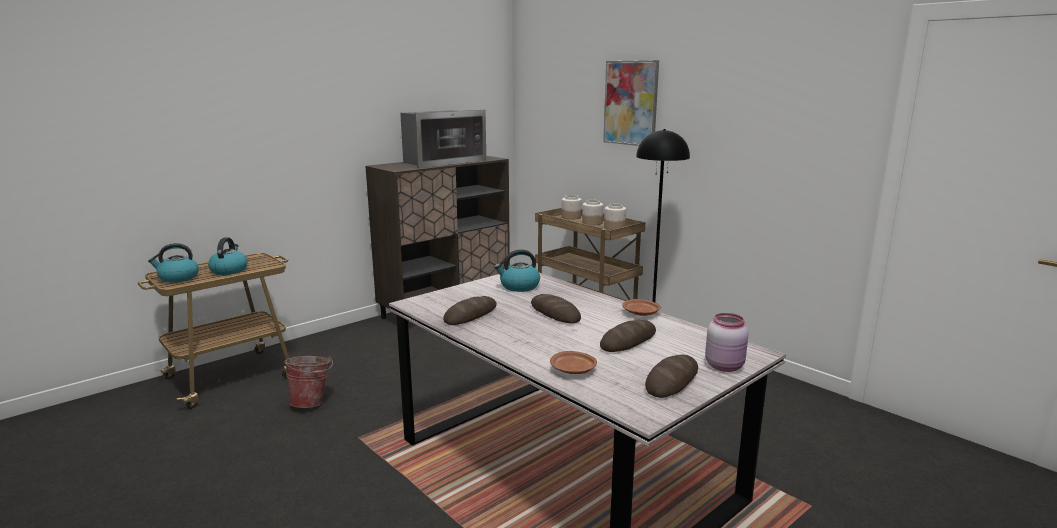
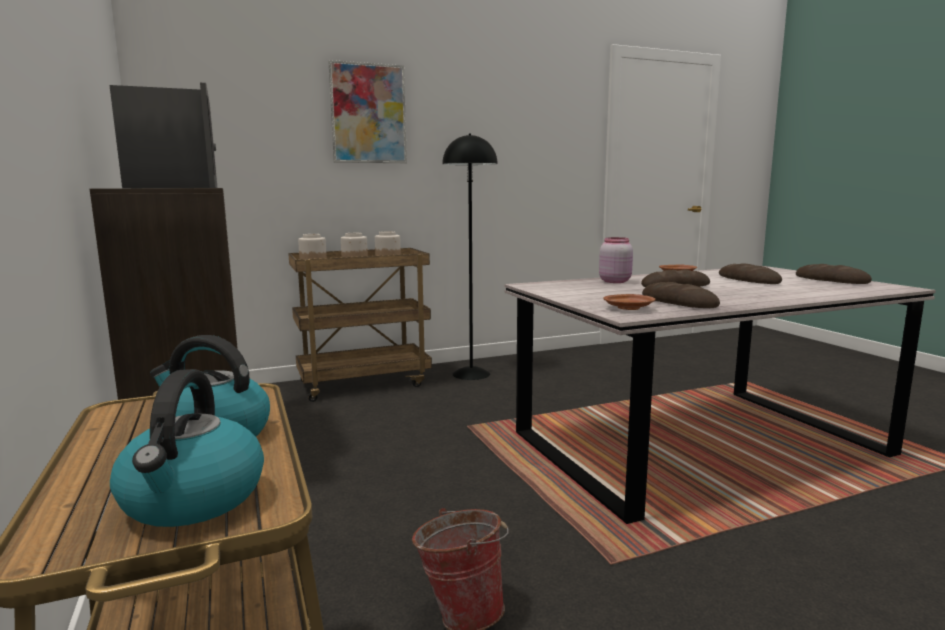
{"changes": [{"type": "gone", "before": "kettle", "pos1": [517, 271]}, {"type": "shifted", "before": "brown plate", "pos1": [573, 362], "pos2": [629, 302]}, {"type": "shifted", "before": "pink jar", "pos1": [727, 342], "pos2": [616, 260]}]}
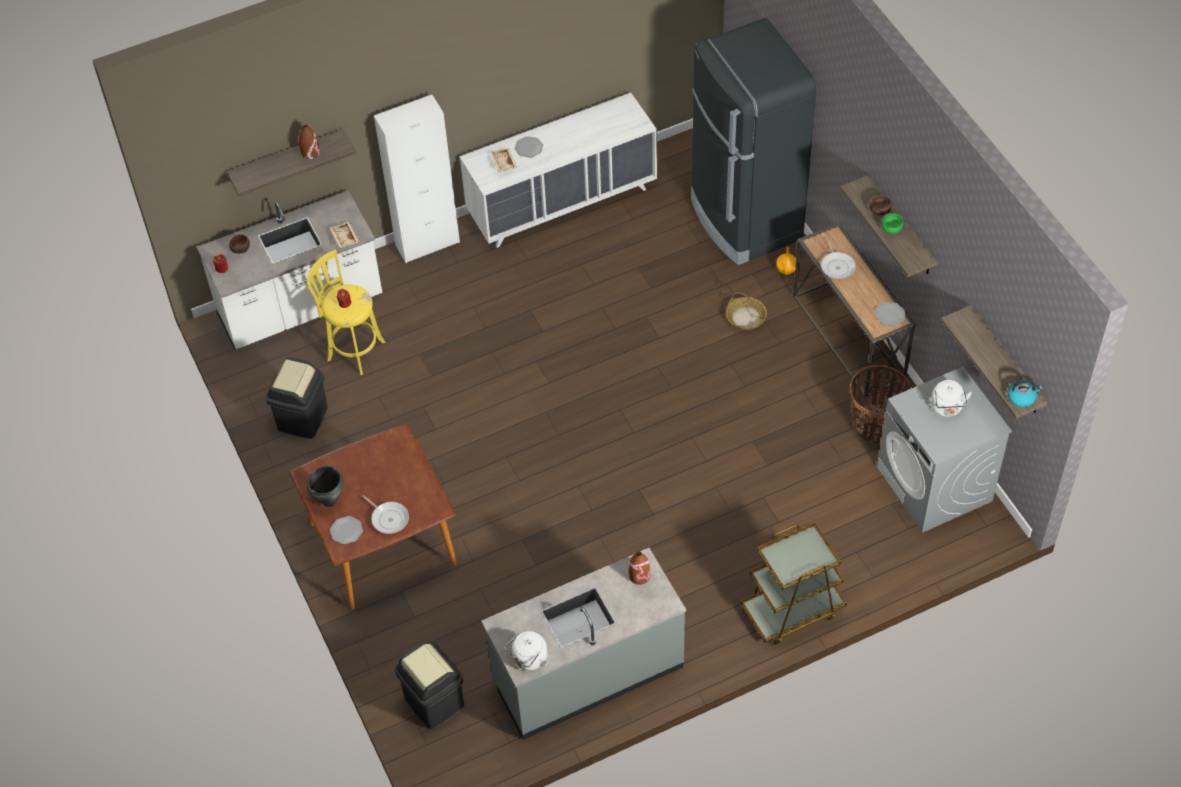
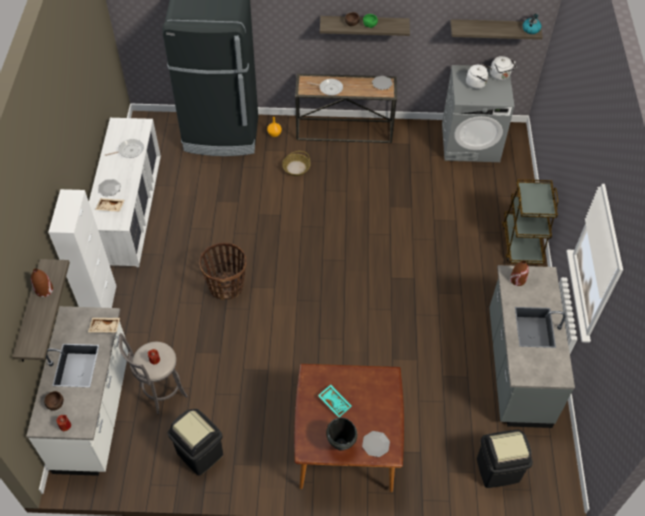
{"changes": [{"type": "repainted", "before": "yellow stool", "after": "grey stool", "pos1": [346, 312], "pos2": [153, 374]}, {"type": "shifted", "before": "frying pan", "pos1": [385, 514], "pos2": [124, 148]}, {"type": "shifted", "before": "white kettle", "pos1": [526, 650], "pos2": [503, 68]}, {"type": "shifted", "before": "basket", "pos1": [880, 404], "pos2": [223, 271]}, {"type": "new", "after": "turquoise tray", "pos2": [335, 401]}]}
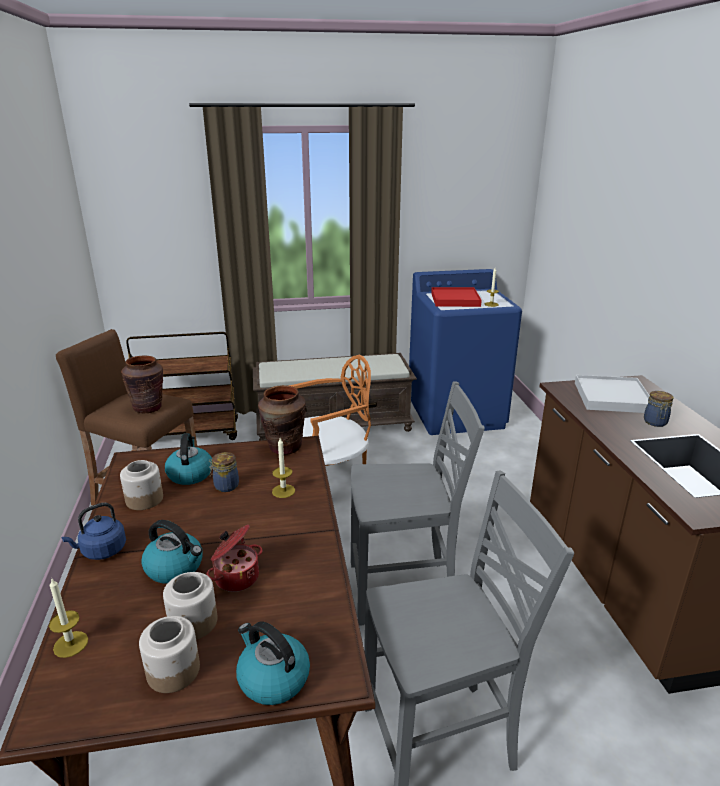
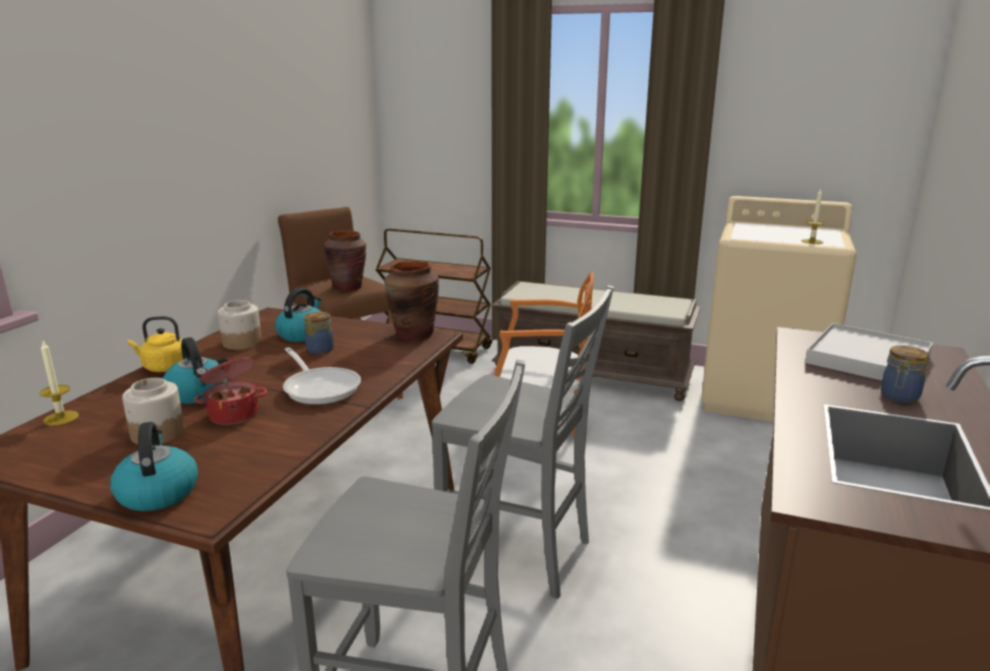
{"changes": [{"type": "repainted", "before": "blue kettle", "after": "yellow kettle", "pos1": [94, 531], "pos2": [155, 344]}, {"type": "gone", "before": "jar", "pos1": [169, 654]}, {"type": "gone", "before": "candle", "pos1": [283, 468]}, {"type": "repainted", "before": "blue washing machine", "after": "beige washing machine", "pos1": [465, 352], "pos2": [779, 309]}, {"type": "gone", "before": "red tray", "pos1": [456, 297]}, {"type": "new", "after": "frying pan", "pos2": [322, 376]}]}
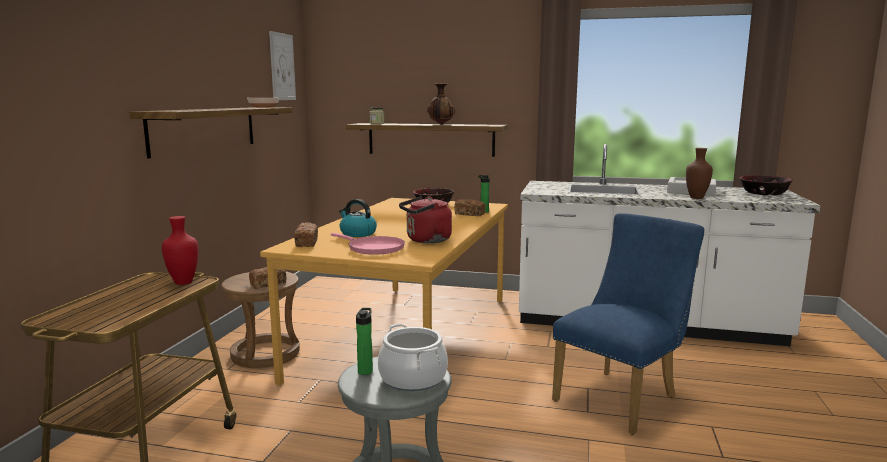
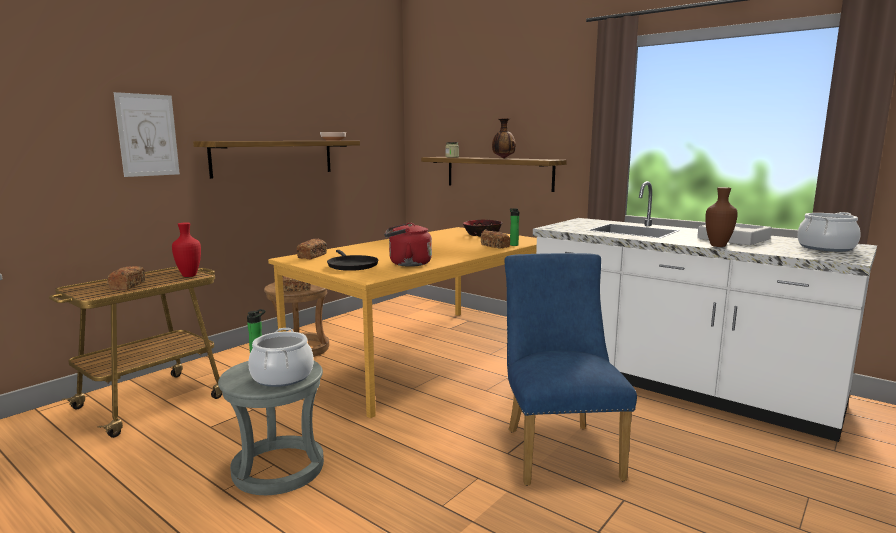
{"changes": [{"type": "shifted", "before": "picture", "pos1": [282, 65], "pos2": [147, 134]}, {"type": "repainted", "before": "pink frying pan", "after": "black frying pan", "pos1": [368, 244], "pos2": [352, 260]}, {"type": "gone", "before": "kettle", "pos1": [358, 218]}, {"type": "rotated", "before": "blue chair", "pos1": [628, 324], "pos2": [571, 369], "turn": -75}, {"type": "swapped", "before": "bowl", "after": "cooking pot", "pos1": [766, 185], "pos2": [829, 232]}, {"type": "new", "after": "bread", "pos2": [126, 278]}]}
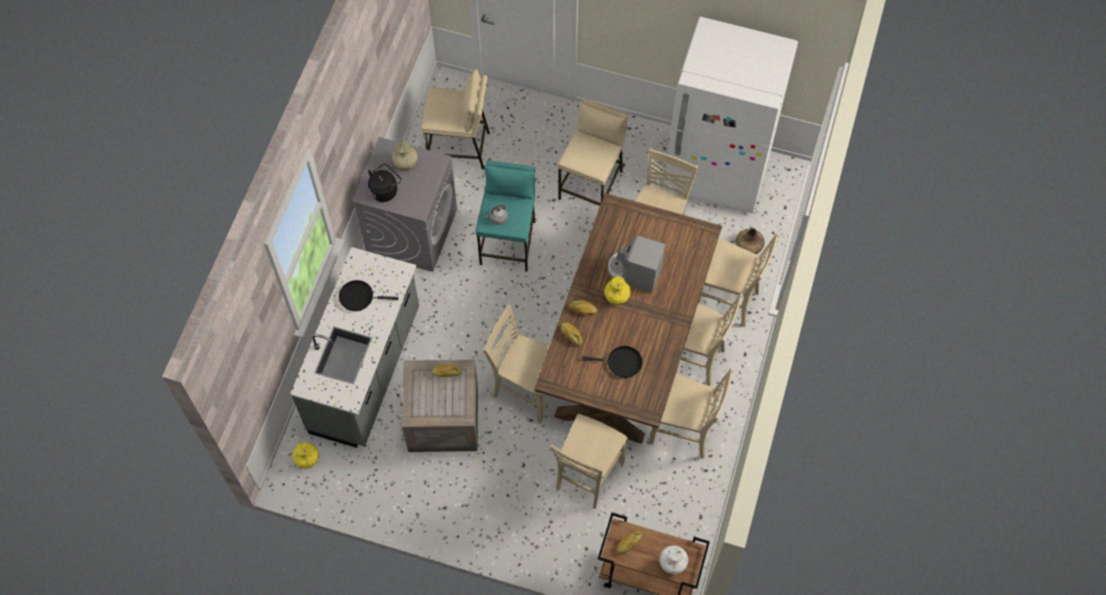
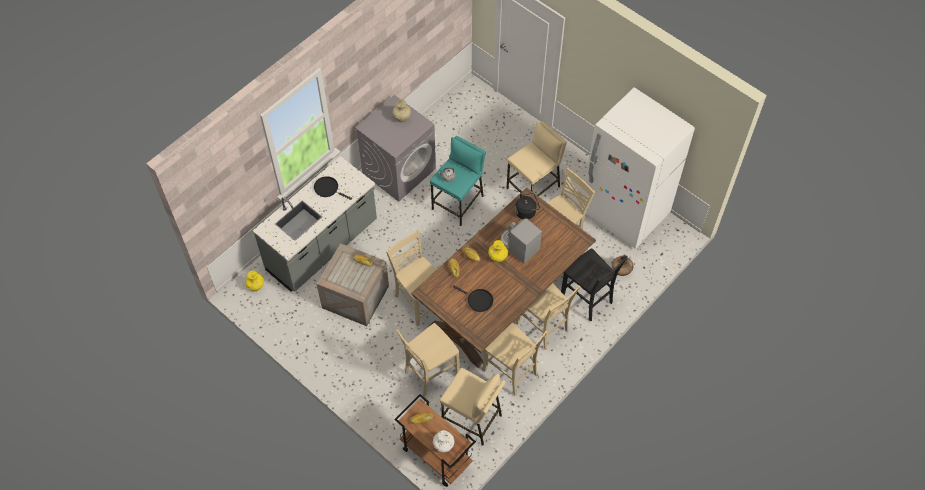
{"changes": [{"type": "shifted", "before": "black kettle", "pos1": [385, 183], "pos2": [527, 206]}, {"type": "shifted", "before": "beige stool", "pos1": [455, 119], "pos2": [473, 406]}, {"type": "repainted", "before": "beige chair", "after": "black chair", "pos1": [738, 280], "pos2": [594, 285]}]}
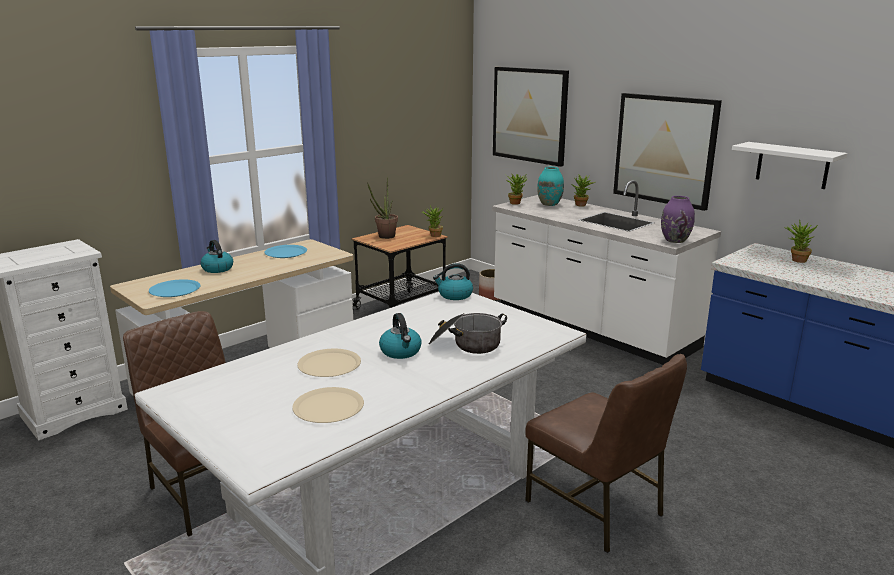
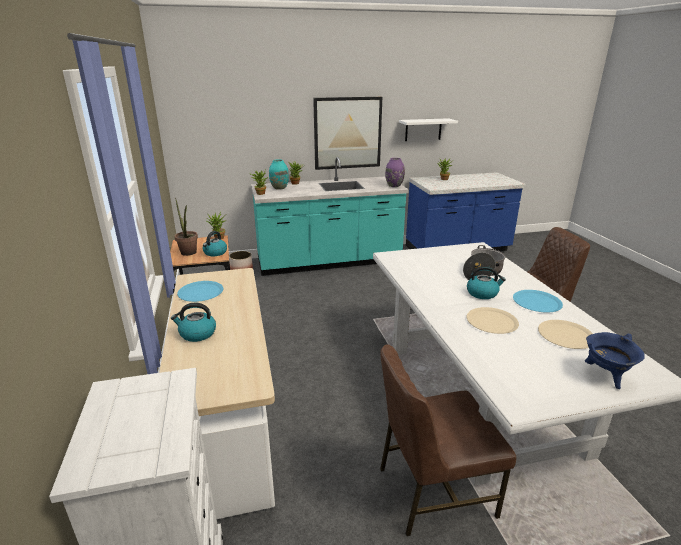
{"changes": [{"type": "shifted", "before": "blue plate", "pos1": [174, 288], "pos2": [538, 301]}, {"type": "shifted", "before": "kettle", "pos1": [453, 281], "pos2": [215, 243]}, {"type": "repainted", "before": "white counter", "after": "turquoise counter", "pos1": [606, 272], "pos2": [330, 216]}, {"type": "gone", "before": "picture", "pos1": [531, 117]}, {"type": "new", "after": "blue cooking pot", "pos2": [615, 360]}]}
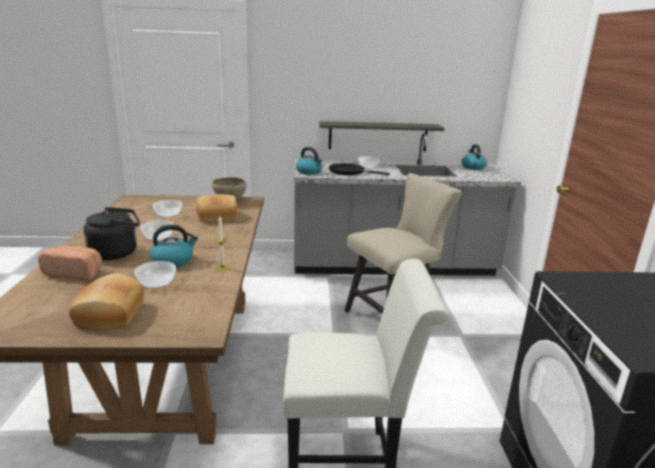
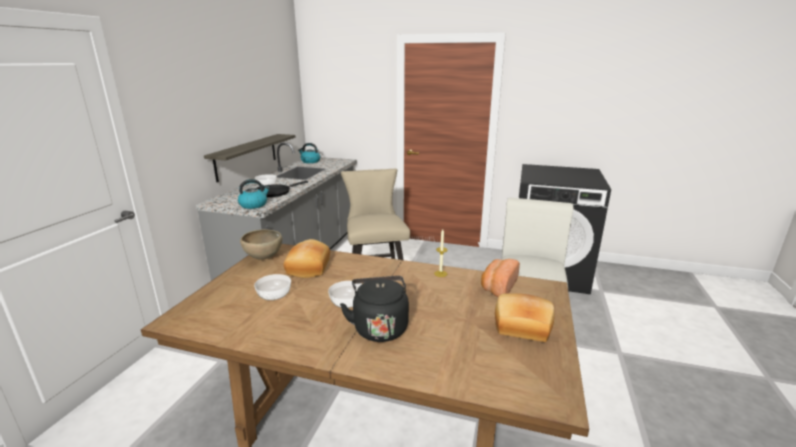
{"changes": [{"type": "shifted", "before": "bread", "pos1": [70, 263], "pos2": [500, 278]}, {"type": "gone", "before": "bowl", "pos1": [155, 274]}, {"type": "gone", "before": "kettle", "pos1": [174, 246]}]}
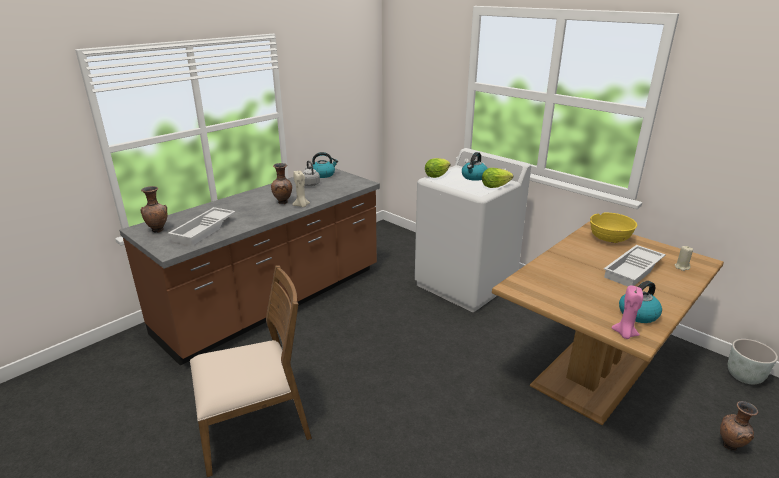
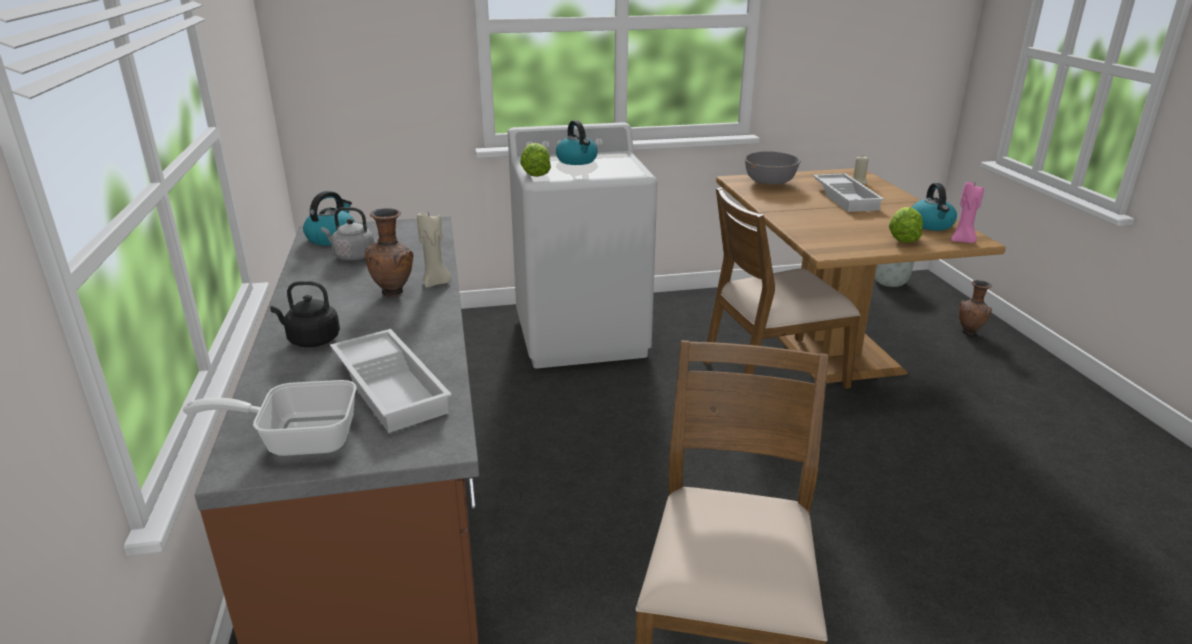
{"changes": [{"type": "swapped", "before": "brown vase", "after": "frying pan", "pos1": [154, 209], "pos2": [270, 418]}, {"type": "shifted", "before": "lettuce", "pos1": [497, 178], "pos2": [906, 225]}, {"type": "repainted", "before": "yellow bowl", "after": "grey bowl", "pos1": [613, 228], "pos2": [772, 168]}, {"type": "new", "after": "black kettle", "pos2": [305, 314]}, {"type": "new", "after": "brown chair", "pos2": [781, 288]}]}
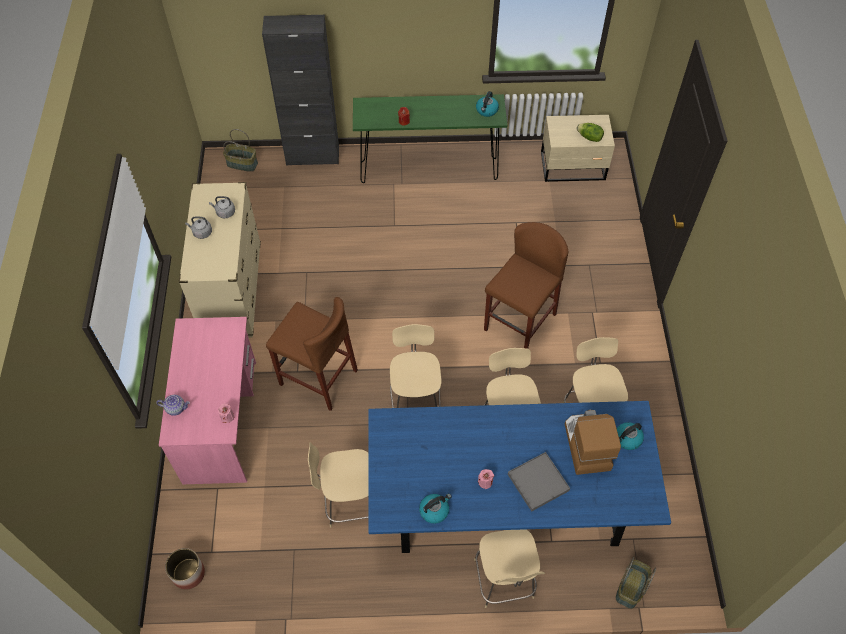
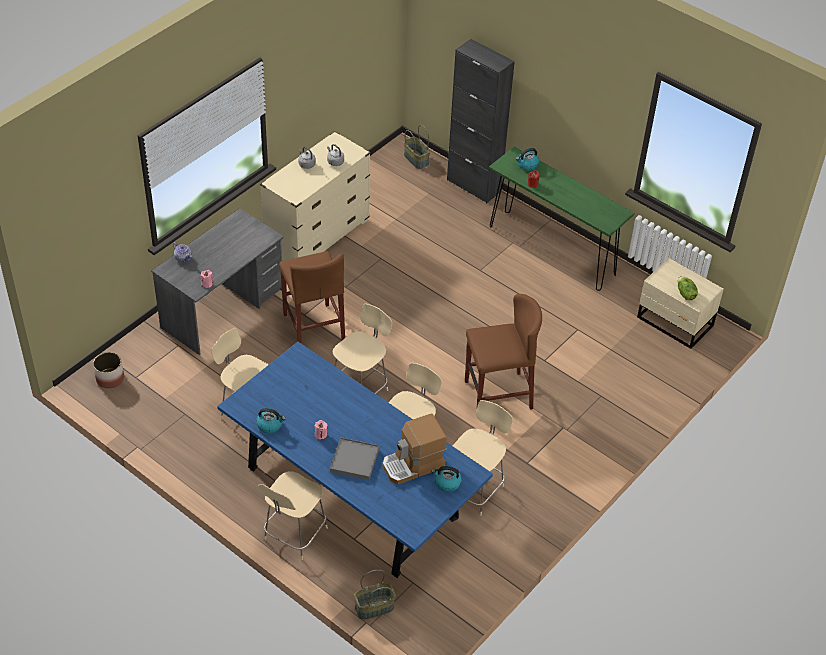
{"changes": [{"type": "repainted", "before": "pink desk", "after": "grey desk", "pos1": [207, 400], "pos2": [217, 281]}, {"type": "shifted", "before": "kettle", "pos1": [487, 104], "pos2": [527, 159]}, {"type": "rotated", "before": "coffee machine", "pos1": [593, 442], "pos2": [414, 449], "turn": -150}]}
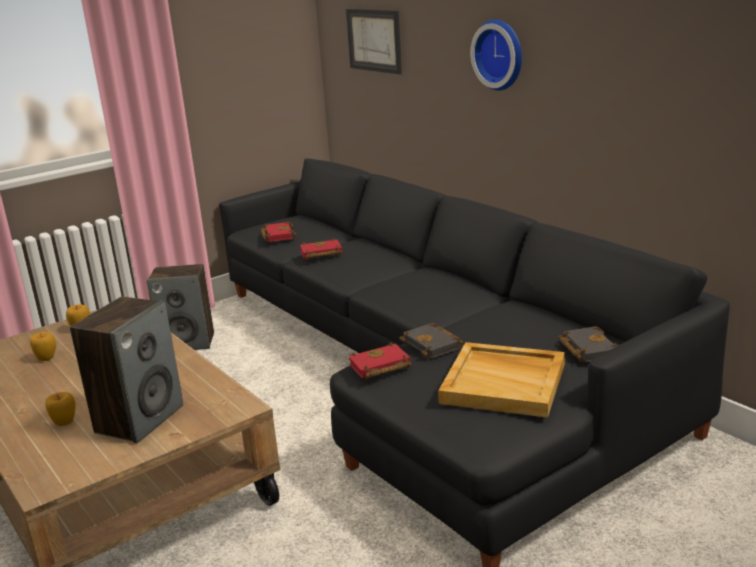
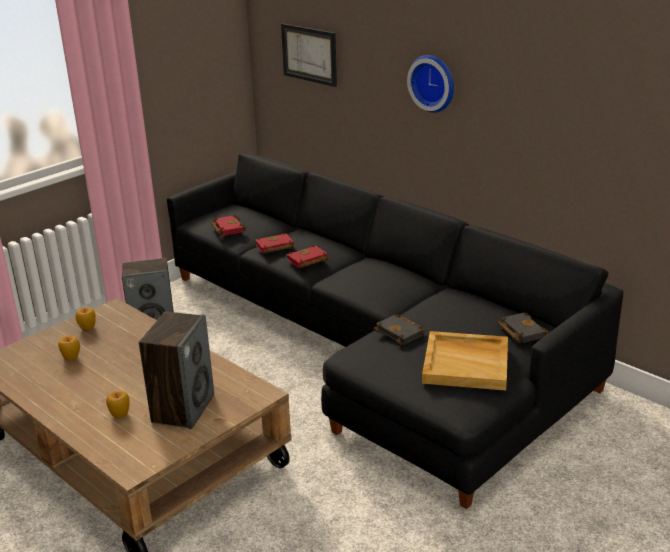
{"changes": [{"type": "shifted", "before": "red book", "pos1": [379, 361], "pos2": [307, 256]}]}
